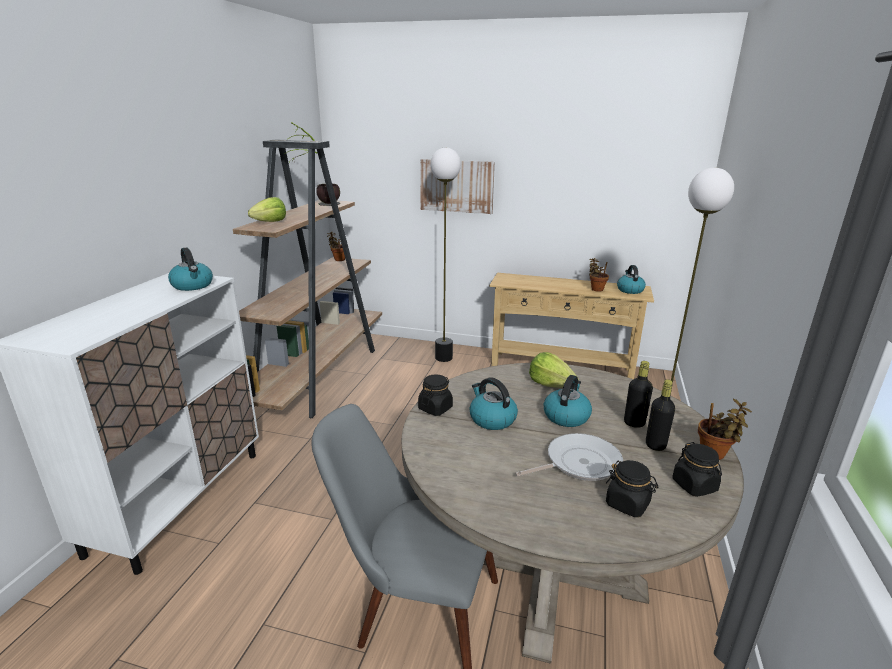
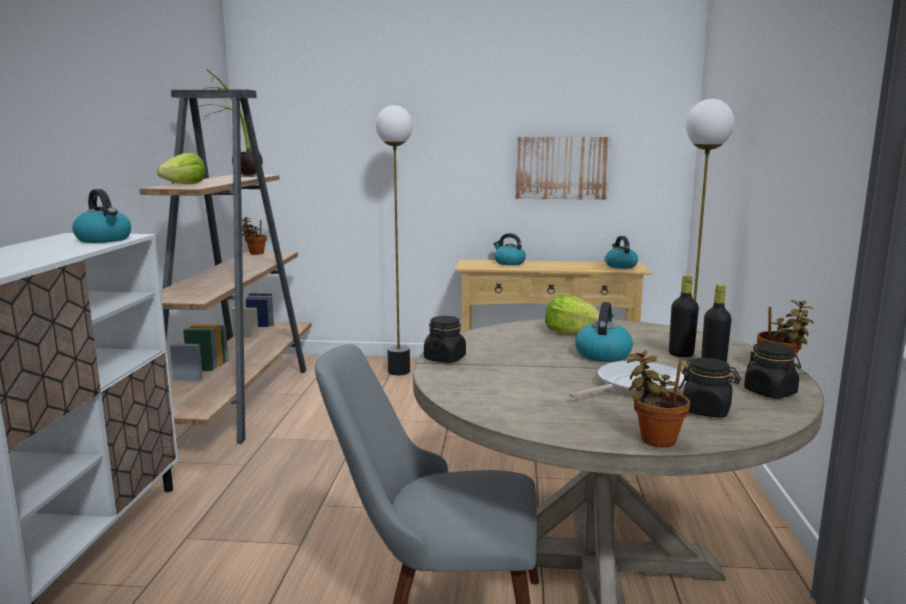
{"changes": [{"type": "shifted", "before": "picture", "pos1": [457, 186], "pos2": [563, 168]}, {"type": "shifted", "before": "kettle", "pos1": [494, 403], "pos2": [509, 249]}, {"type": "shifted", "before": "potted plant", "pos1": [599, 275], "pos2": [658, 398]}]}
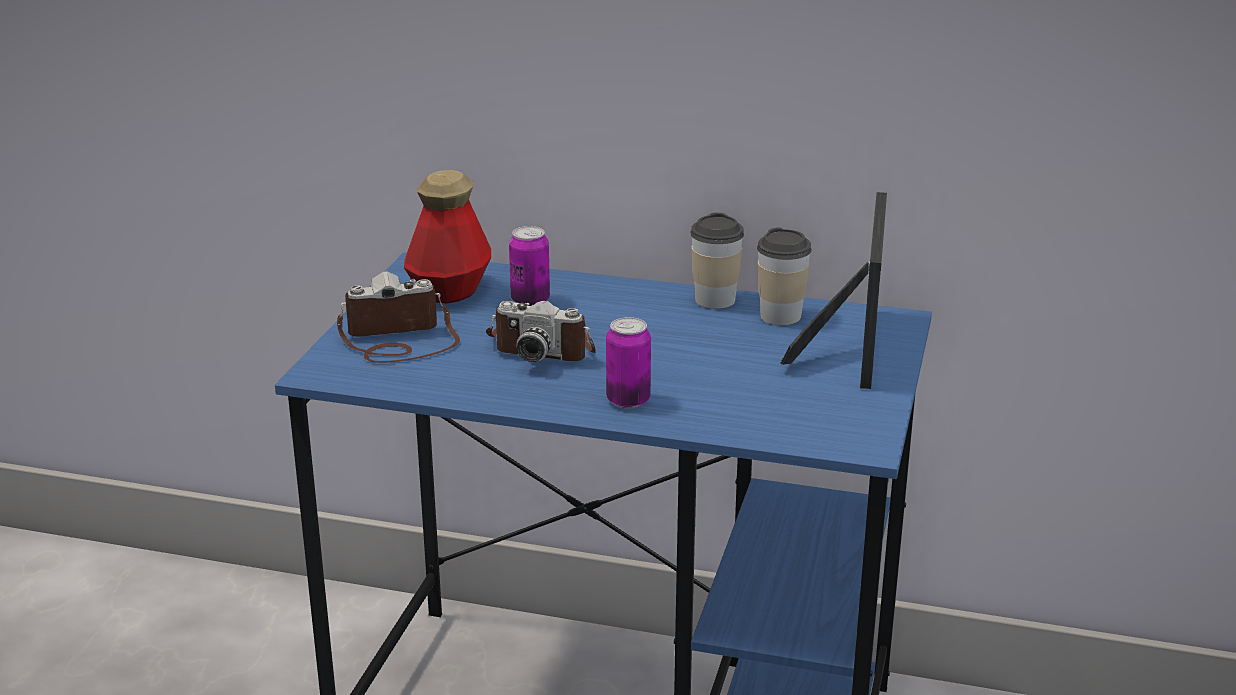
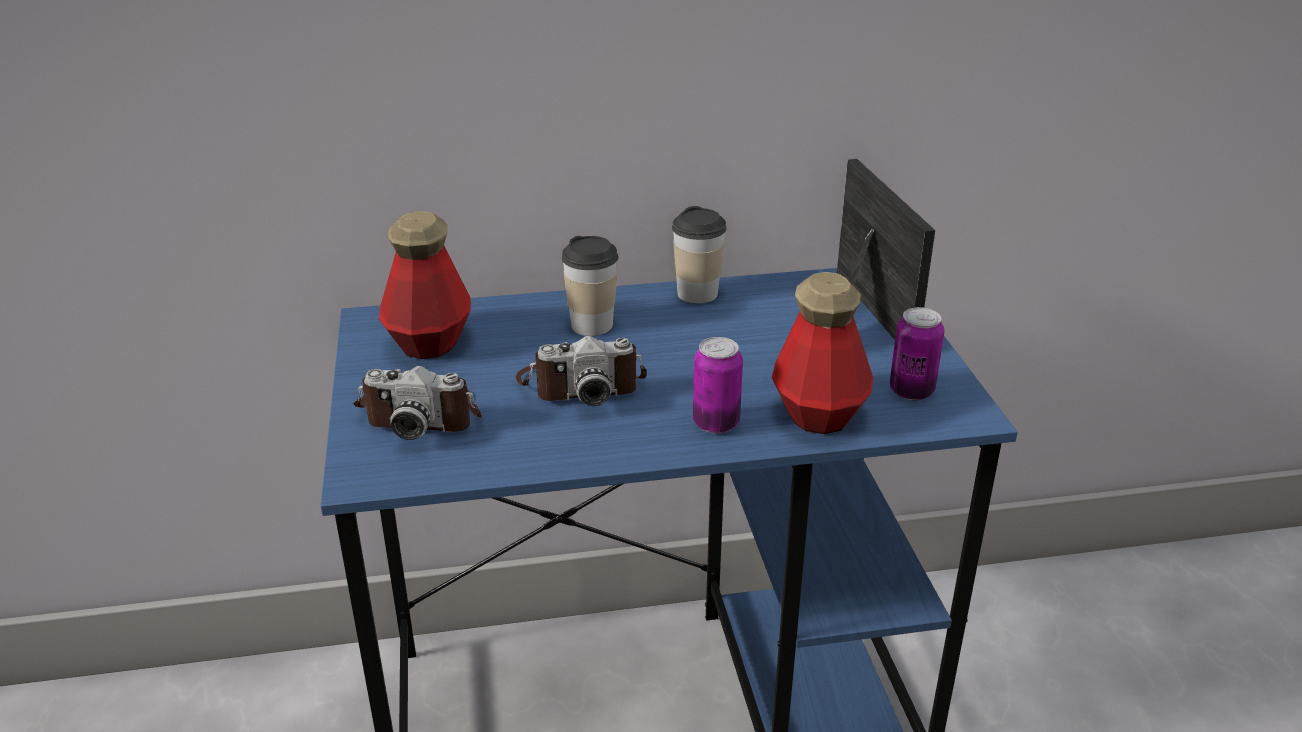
{"changes": [{"type": "rotated", "before": "photo camera", "pos1": [398, 317], "pos2": [417, 403], "turn": -135}, {"type": "shifted", "before": "can", "pos1": [529, 266], "pos2": [917, 354]}, {"type": "shifted", "before": "cup", "pos1": [784, 276], "pos2": [590, 286]}, {"type": "new", "after": "bottle", "pos2": [822, 353]}]}
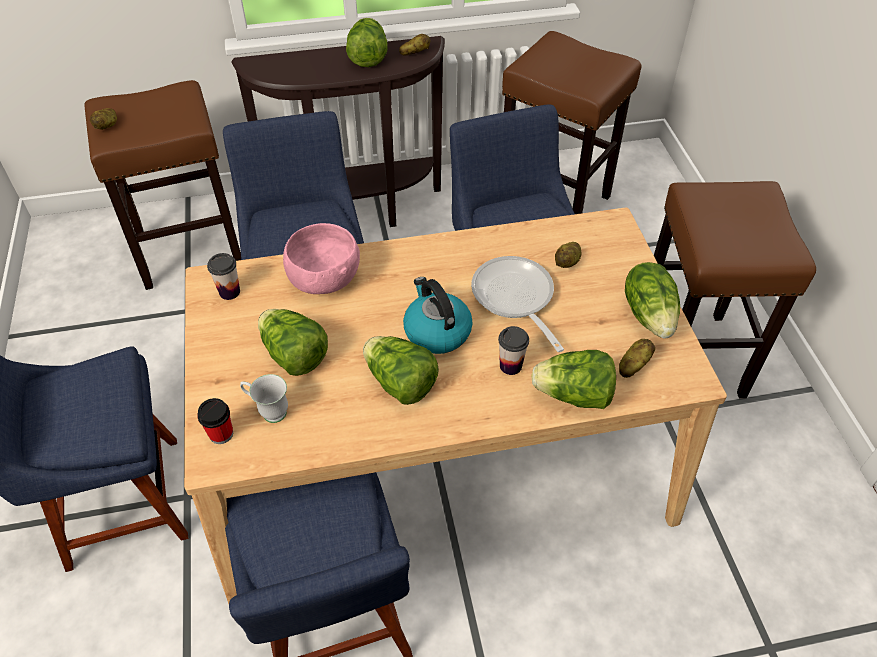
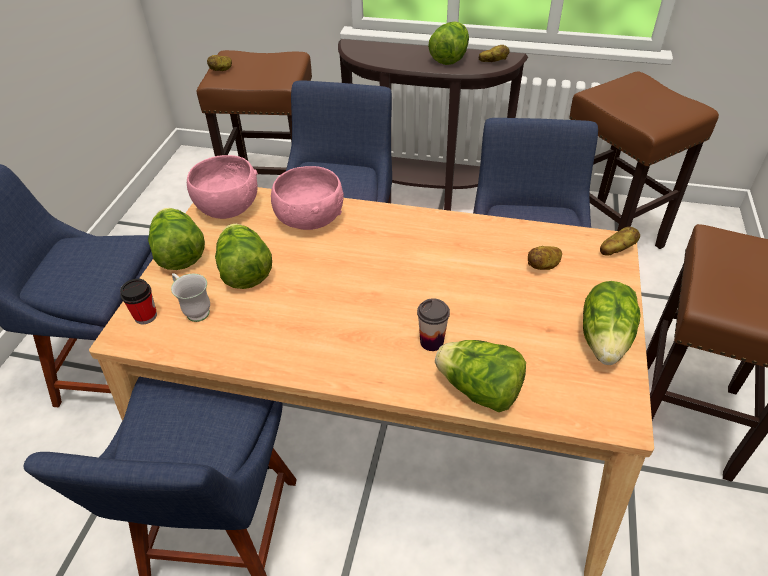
{"changes": [{"type": "swapped", "before": "cup", "after": "pink bowl", "pos1": [223, 276], "pos2": [222, 187]}, {"type": "shifted", "before": "lettuce", "pos1": [401, 370], "pos2": [176, 239]}, {"type": "gone", "before": "kettle", "pos1": [438, 315]}, {"type": "gone", "before": "frying pan", "pos1": [517, 304]}, {"type": "shifted", "before": "potato", "pos1": [637, 358], "pos2": [620, 241]}]}
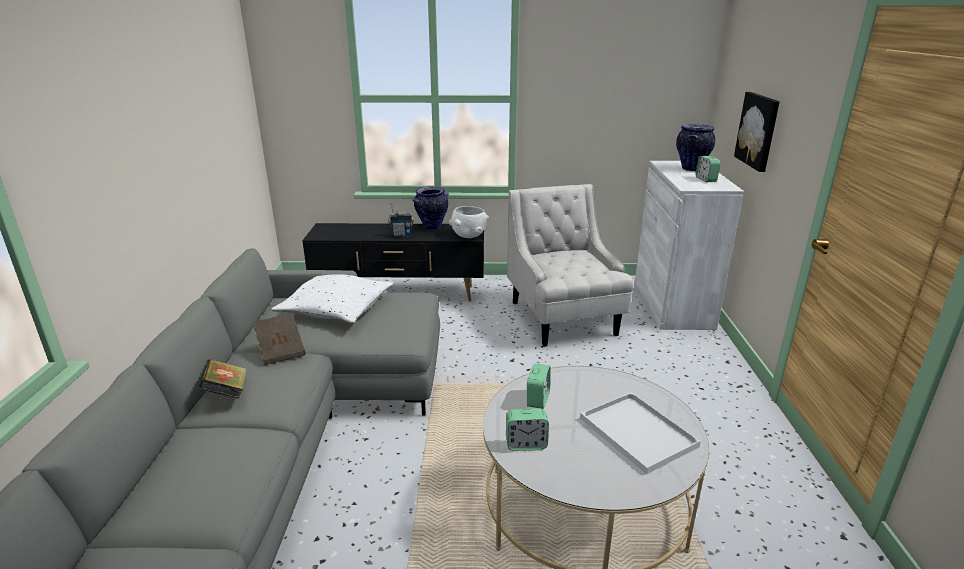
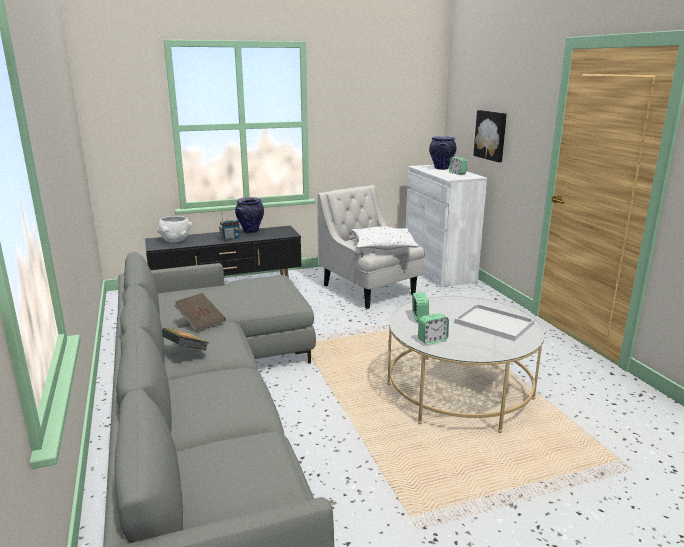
{"changes": [{"type": "shifted", "before": "white pillow", "pos1": [332, 299], "pos2": [385, 238]}, {"type": "shifted", "before": "white bowl", "pos1": [469, 222], "pos2": [174, 229]}]}
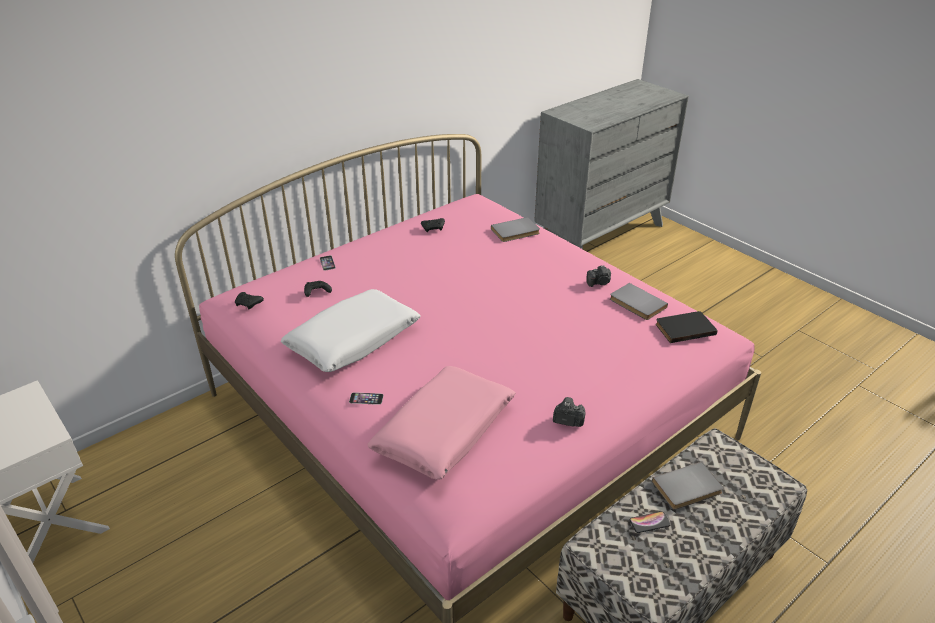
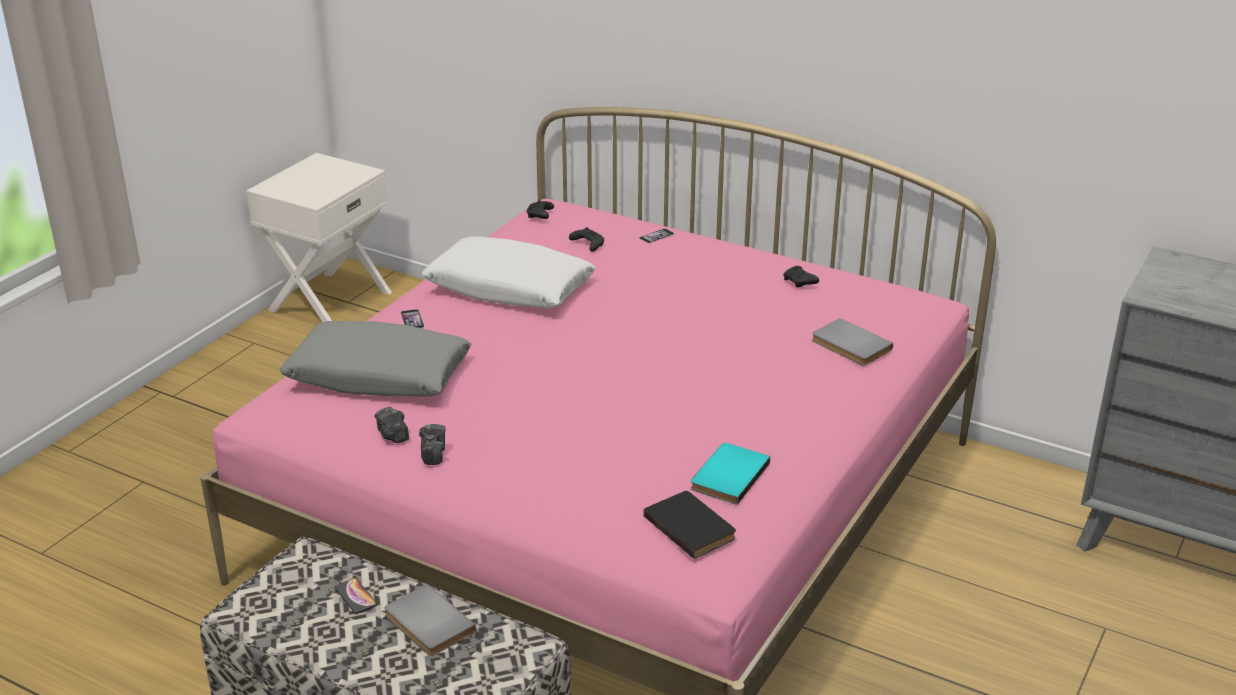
{"changes": [{"type": "repainted", "before": "pink pillow", "after": "grey pillow", "pos1": [442, 423], "pos2": [375, 359]}, {"type": "shifted", "before": "photo camera", "pos1": [598, 276], "pos2": [391, 425]}, {"type": "repainted", "before": "grey book", "after": "turquoise book", "pos1": [639, 301], "pos2": [730, 474]}]}
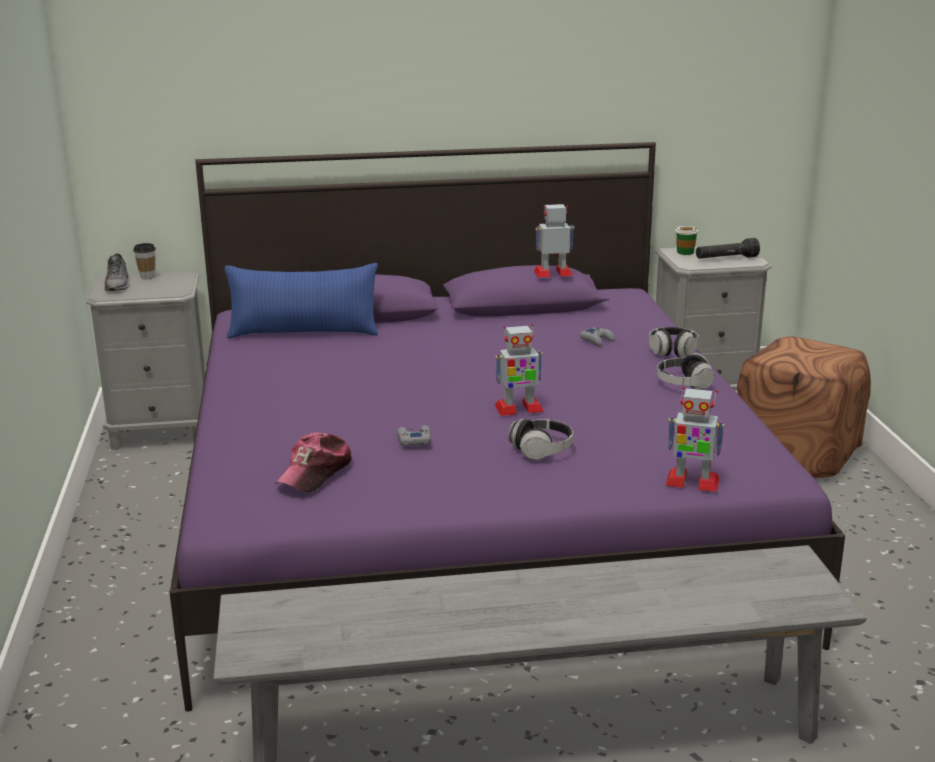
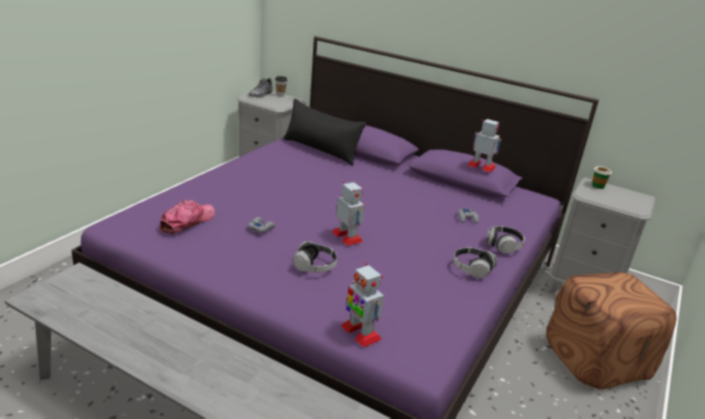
{"changes": [{"type": "repainted", "before": "blue pillow", "after": "black pillow", "pos1": [301, 300], "pos2": [324, 132]}, {"type": "rotated", "before": "cap", "pos1": [313, 462], "pos2": [187, 217], "turn": 150}, {"type": "rotated", "before": "toy robot", "pos1": [519, 370], "pos2": [348, 213], "turn": -150}, {"type": "gone", "before": "black flashlight", "pos1": [728, 248]}]}
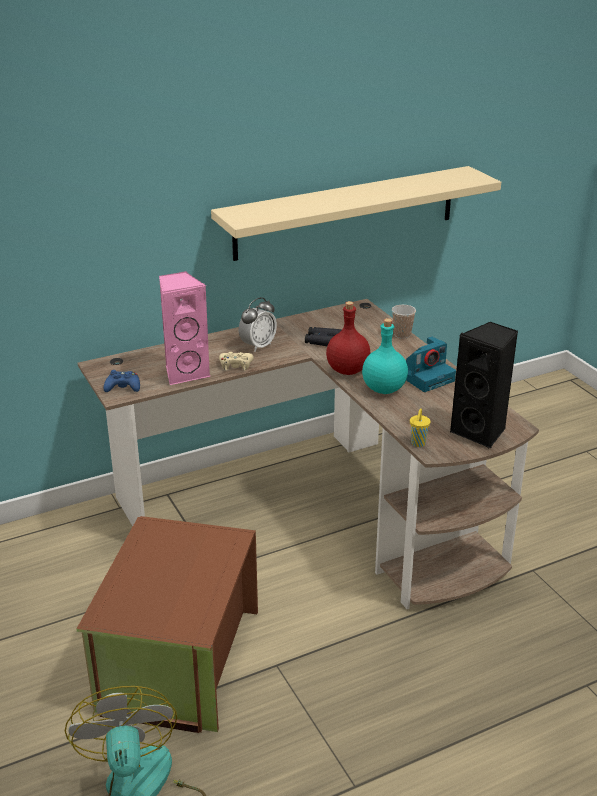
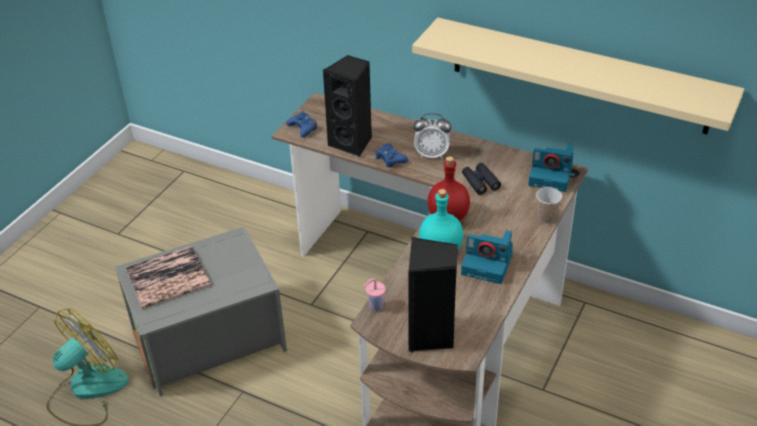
{"changes": [{"type": "repainted", "before": "brown storage box", "after": "grey storage box", "pos1": [167, 624], "pos2": [201, 311]}, {"type": "repainted", "before": "pink speaker", "after": "black speaker", "pos1": [184, 328], "pos2": [347, 106]}, {"type": "repainted", "before": "beige game controller", "after": "blue game controller", "pos1": [236, 361], "pos2": [392, 155]}, {"type": "repainted", "before": "yellow cup", "after": "pink cup", "pos1": [420, 427], "pos2": [375, 295]}, {"type": "new", "after": "book", "pos2": [168, 277]}, {"type": "new", "after": "photo camera", "pos2": [550, 168]}]}
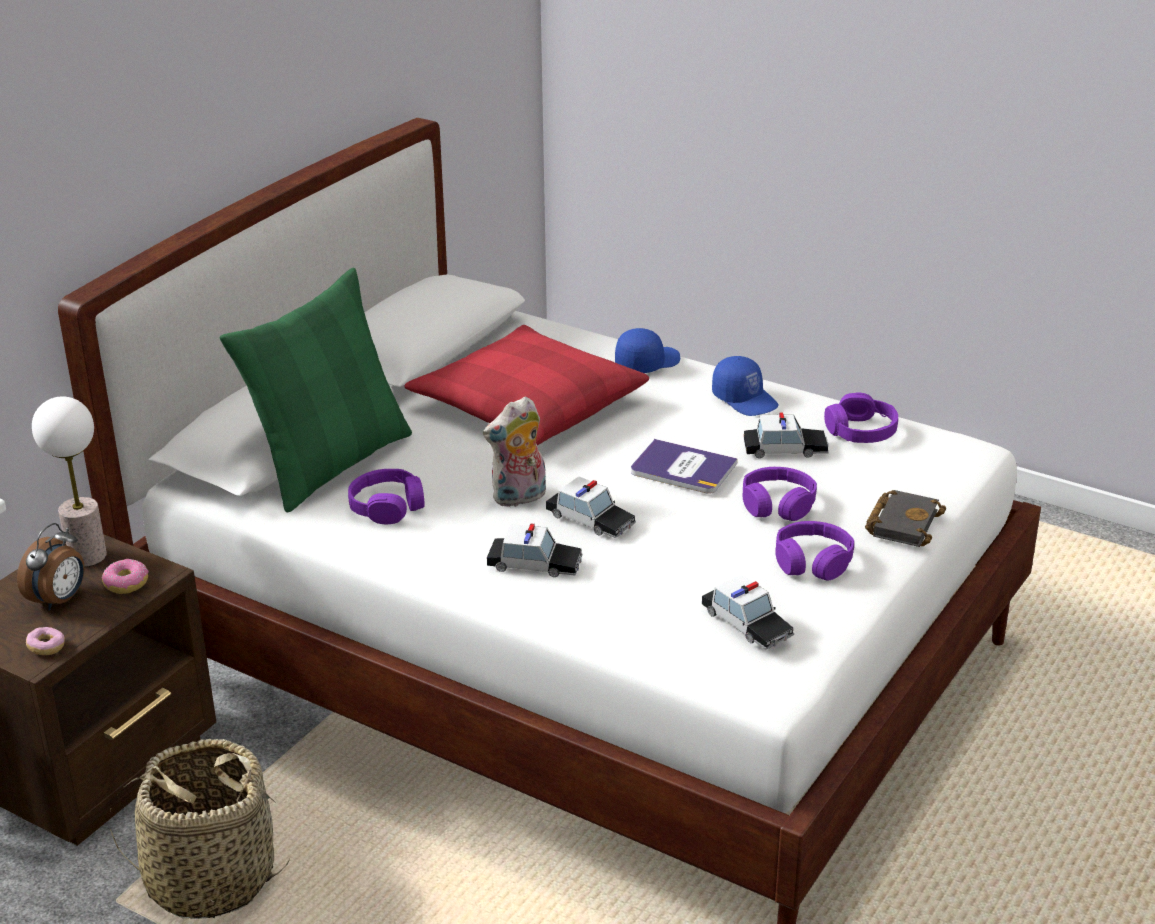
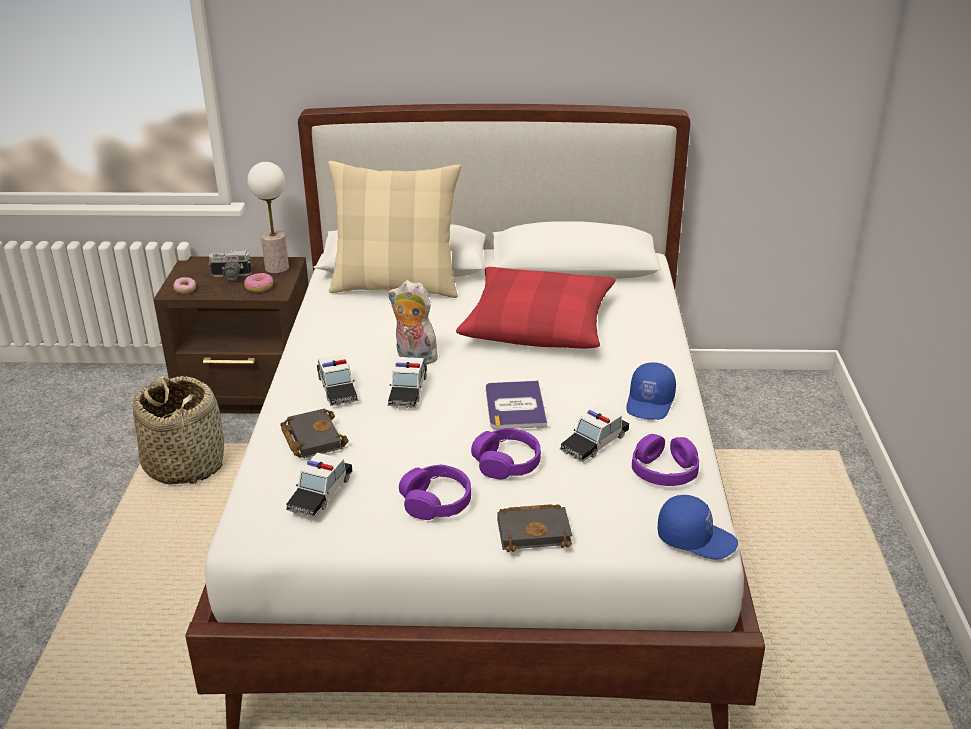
{"changes": [{"type": "swapped", "before": "alarm clock", "after": "photo camera", "pos1": [51, 567], "pos2": [230, 266]}, {"type": "repainted", "before": "green pillow", "after": "beige pillow", "pos1": [316, 390], "pos2": [394, 229]}, {"type": "gone", "before": "purple headphones", "pos1": [386, 497]}, {"type": "shifted", "before": "blue cap", "pos1": [647, 350], "pos2": [698, 527]}, {"type": "rotated", "before": "toy car", "pos1": [786, 435], "pos2": [594, 433], "turn": 75}, {"type": "new", "after": "black book", "pos2": [314, 433]}]}
